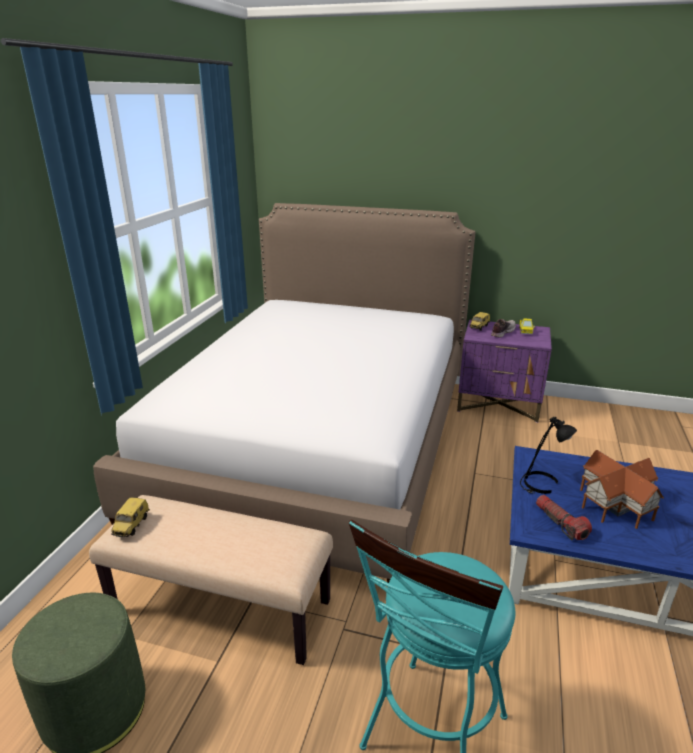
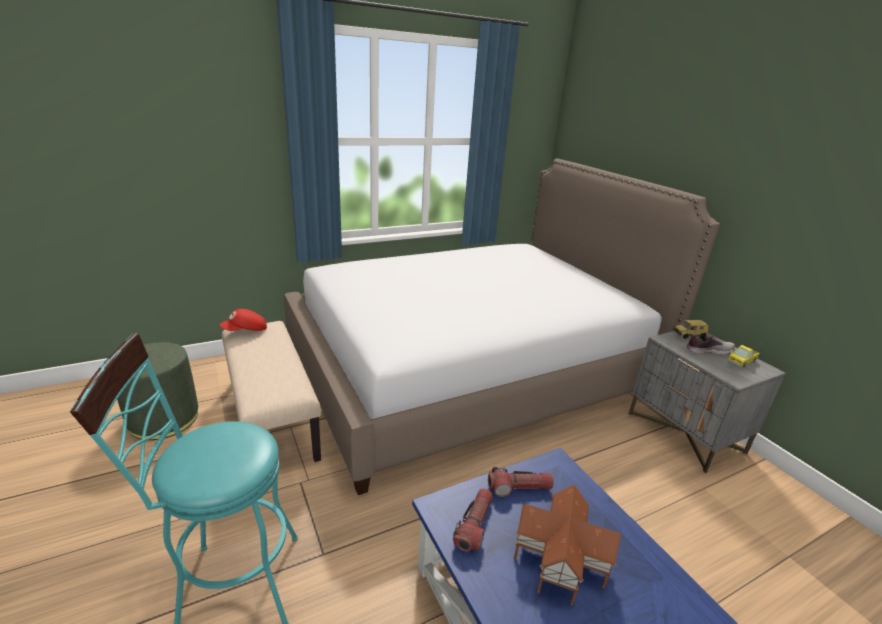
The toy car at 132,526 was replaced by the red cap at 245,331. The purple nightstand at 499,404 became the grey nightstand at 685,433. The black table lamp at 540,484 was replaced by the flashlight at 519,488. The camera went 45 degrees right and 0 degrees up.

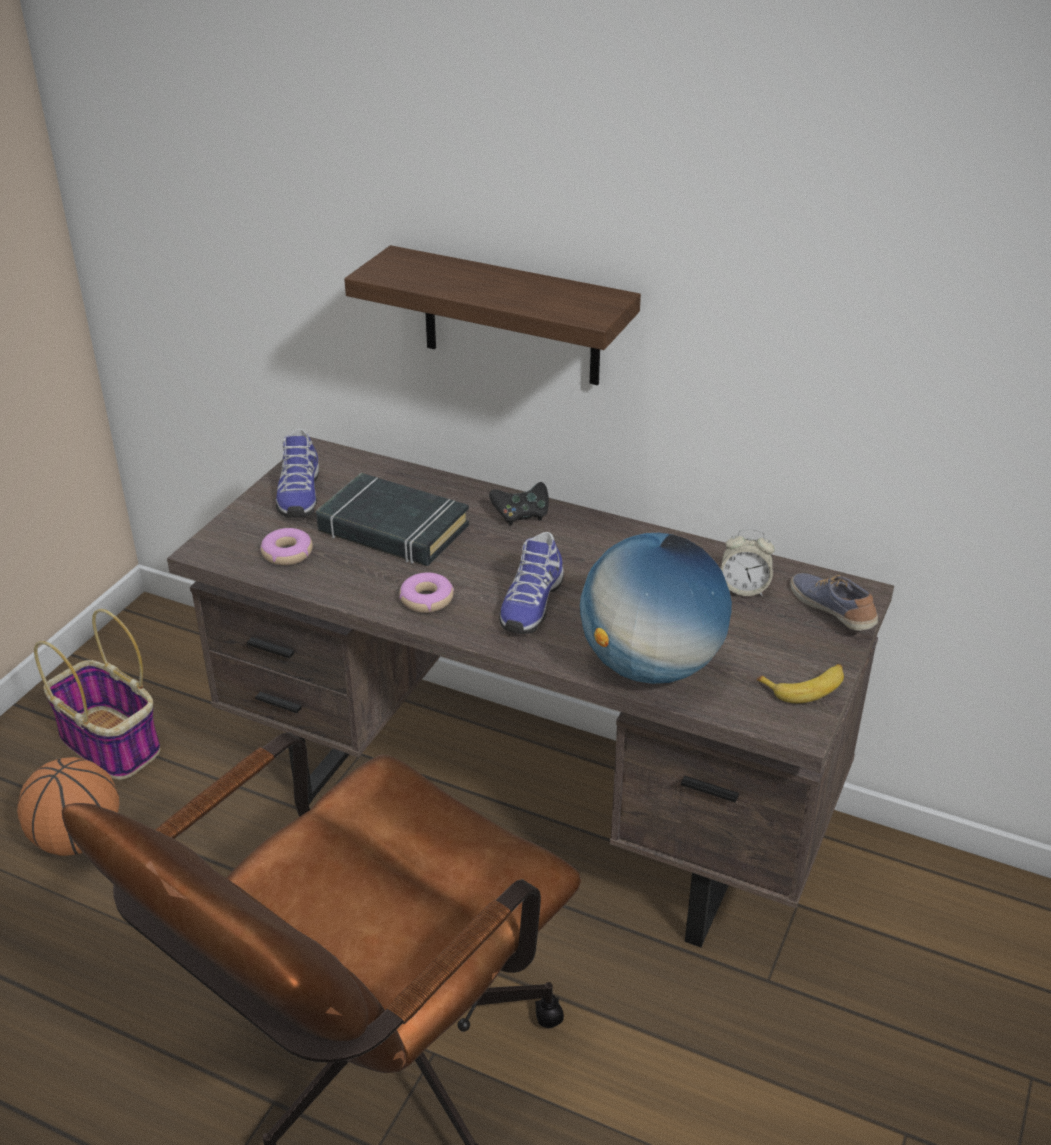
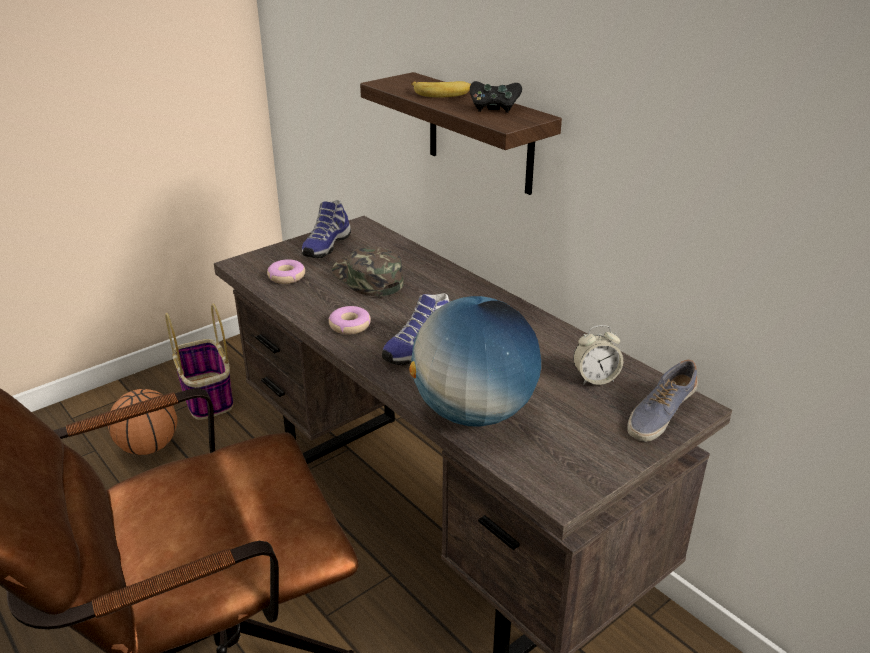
The black book at 392,529 was replaced by the green cap at 367,278. The black game controller moved from 521,515 to 494,108. The alarm clock at 744,588 turned 45 degrees counterclockwise. The banana moved from 805,687 to 442,94. The shoe at 832,611 turned 135 degrees counterclockwise. The camera went 25 degrees right and 5 degrees down.

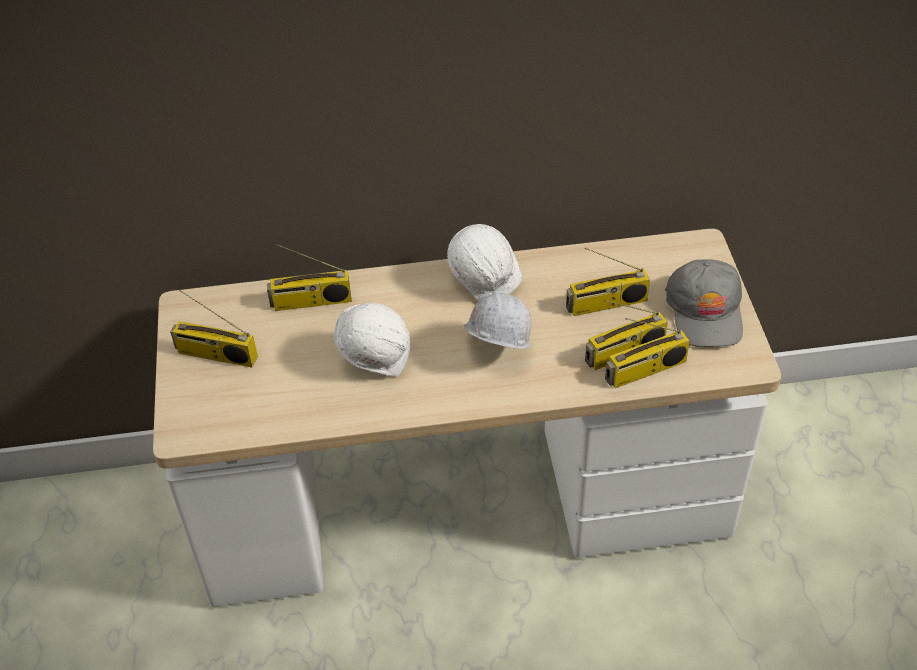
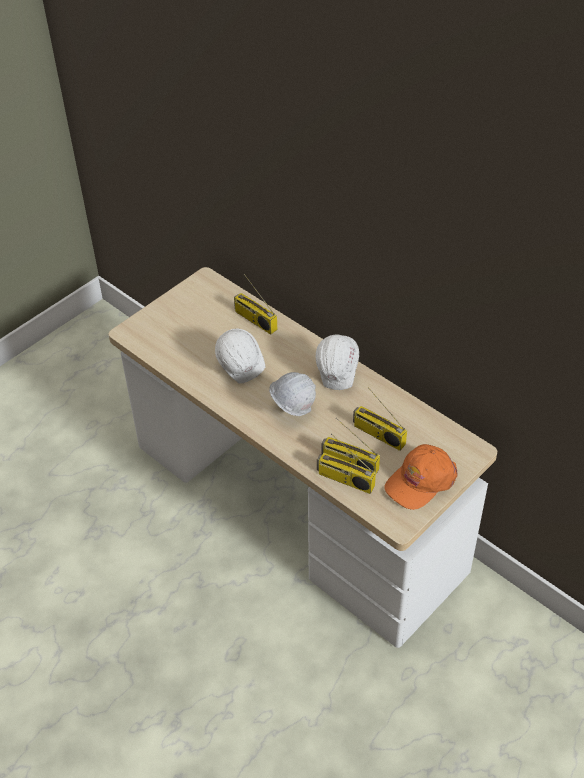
The radio at 215,355 disappeared. The grey cap at 705,311 became the orange cap at 420,481. The camera went 50 degrees right and 0 degrees up.

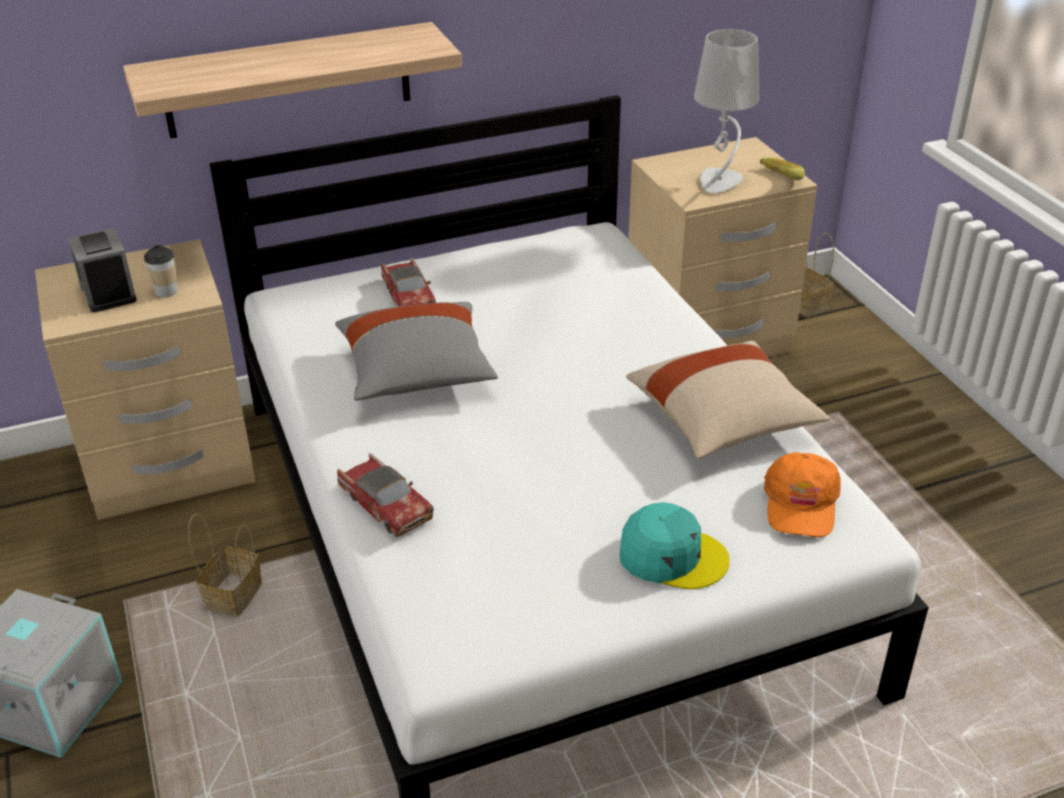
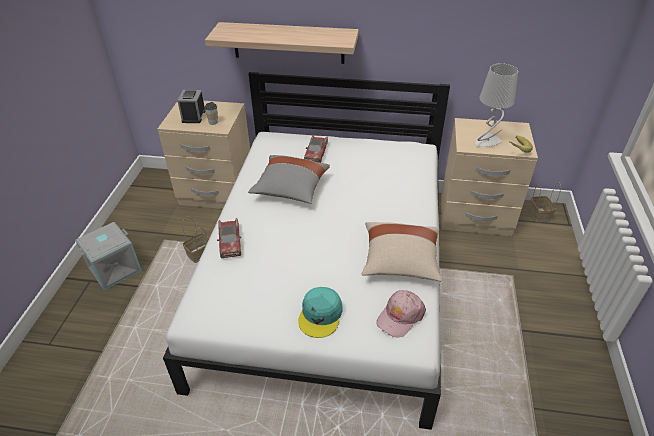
The turquoise cap at 672,556 turned 60 degrees clockwise. The orange cap at 801,504 became the pink cap at 400,316. The camera went 30 degrees right and 5 degrees up.

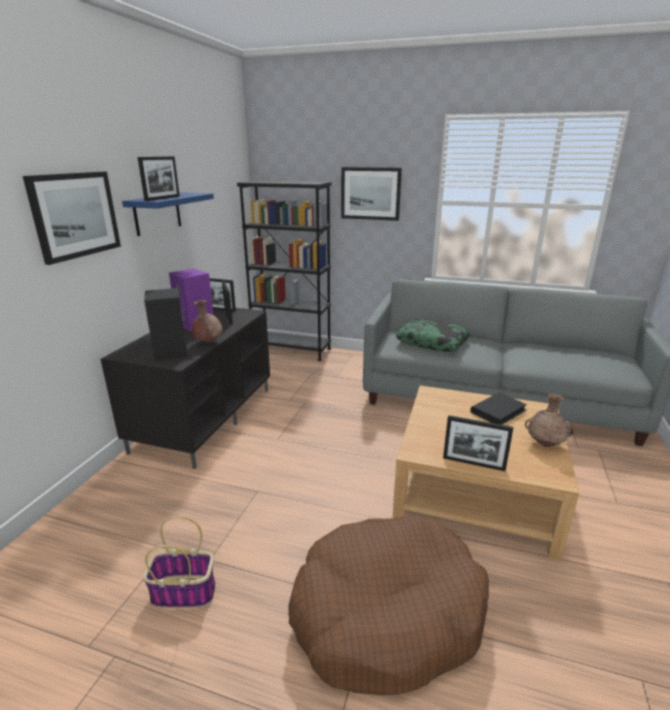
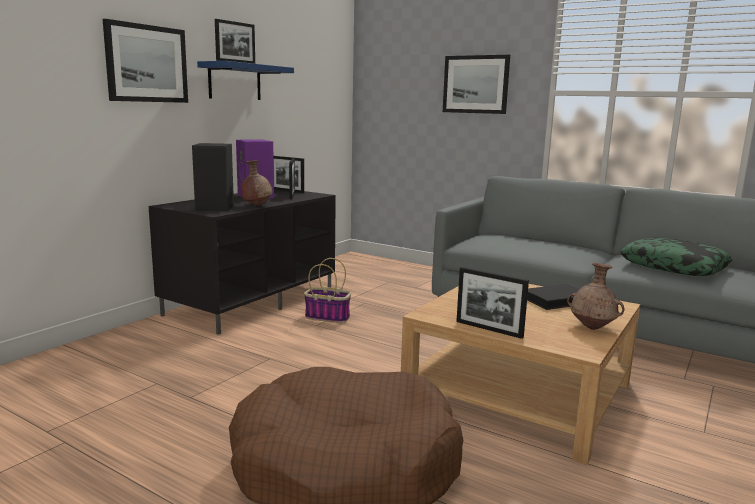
The basket moved from 185,592 to 328,317. The black bookcase at 291,350 disappeared. The pillow moved from 432,342 to 674,267. The camera went 15 degrees right and 10 degrees down.

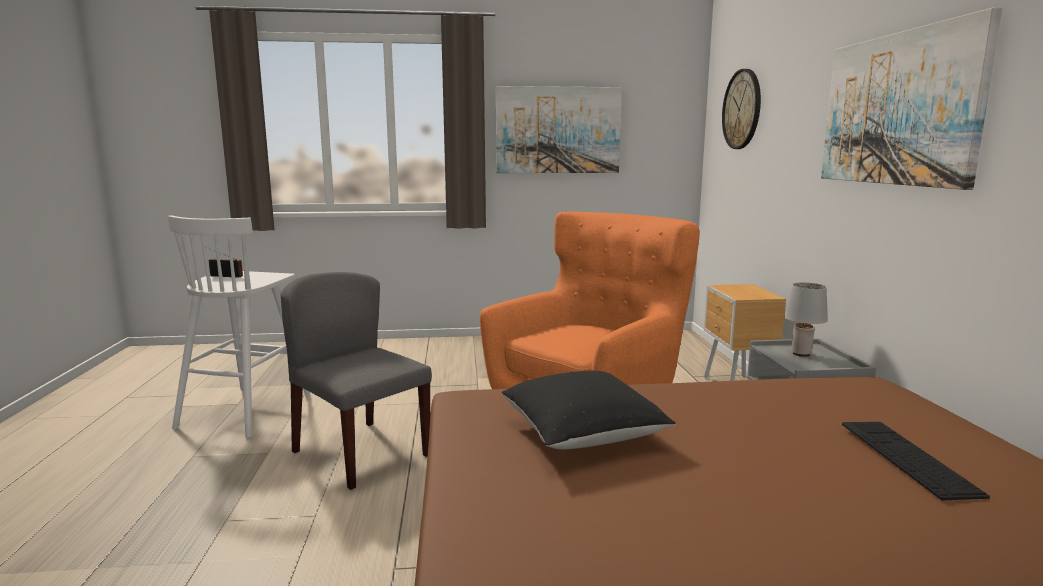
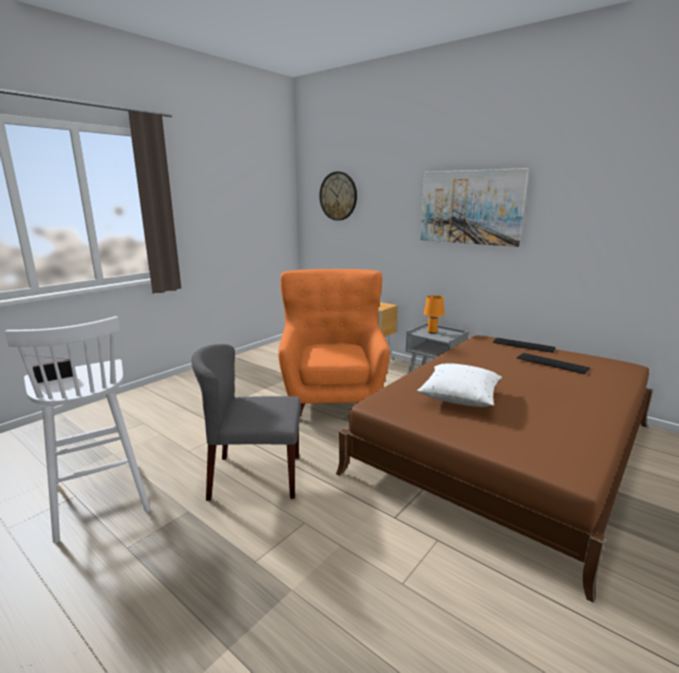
The picture at 558,130 disappeared. The black pillow at 582,434 became the white pillow at 459,398. The grey table lamp at 801,354 became the orange table lamp at 432,332. The keyboard at 523,345 appeared. The camera went 45 degrees left and 5 degrees up.

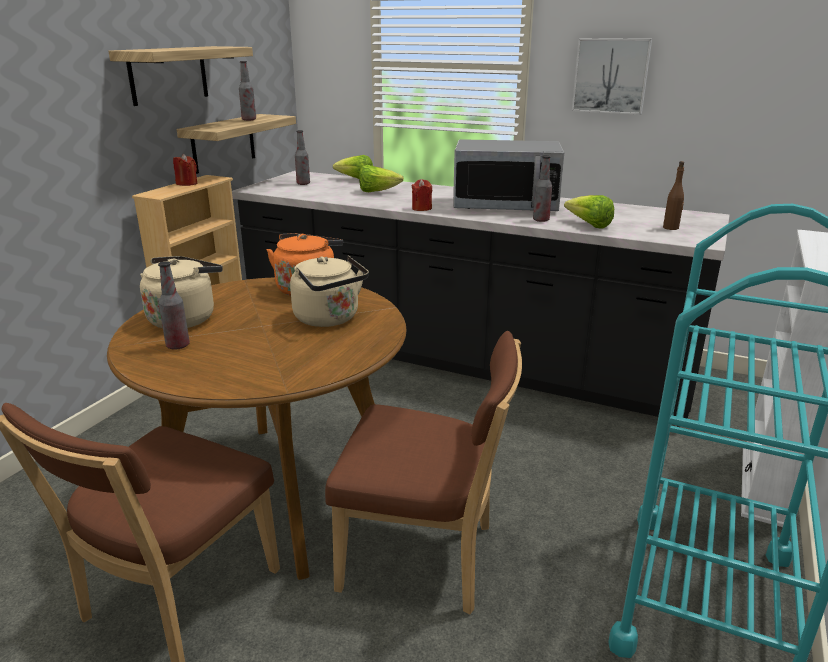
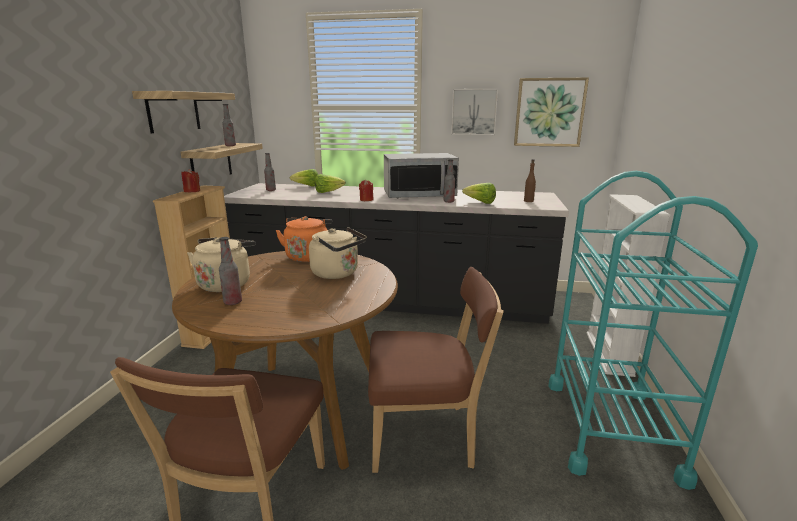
The picture at 549,112 appeared. The camera went 15 degrees left and 5 degrees down.

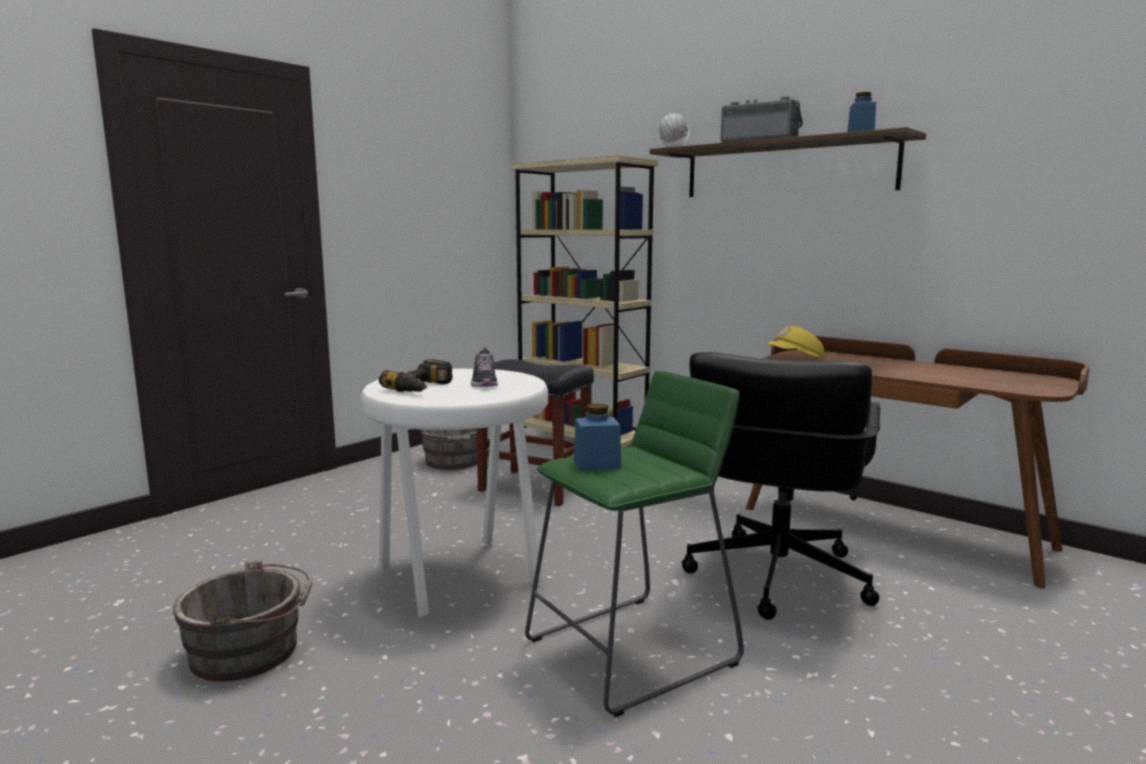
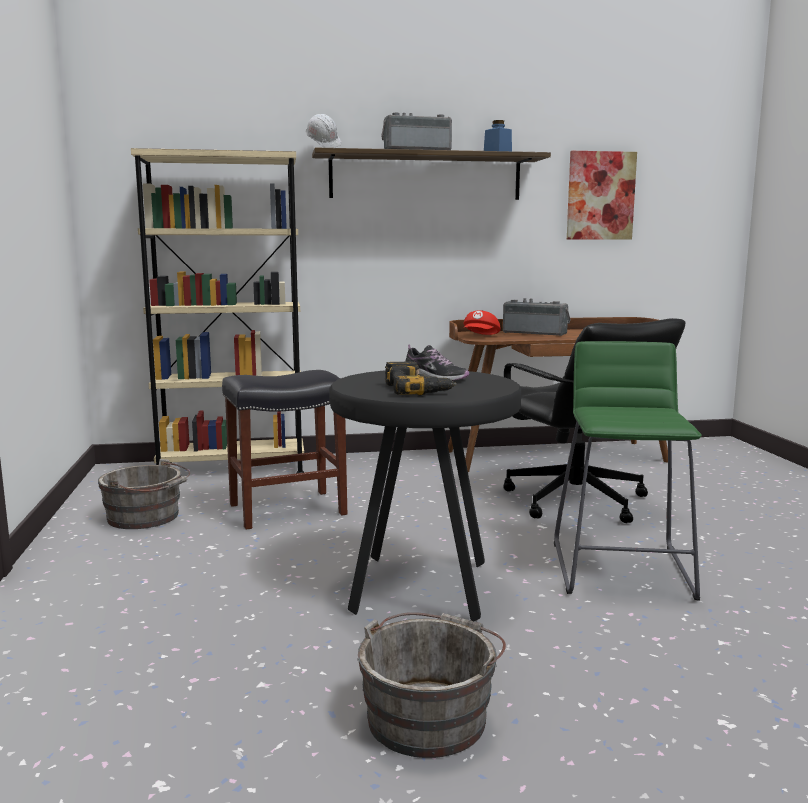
The white stool at 463,578 became the black stool at 423,586. The blue jar at 597,464 disappeared. The yellow cap at 795,357 became the red cap at 481,337. The radio at 535,333 appeared. The picture at 600,196 appeared. The camera went 50 degrees left and 0 degrees up.

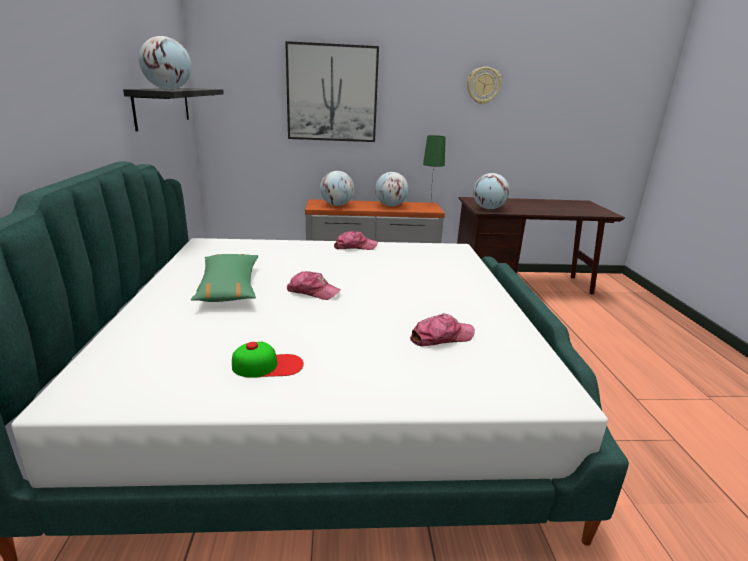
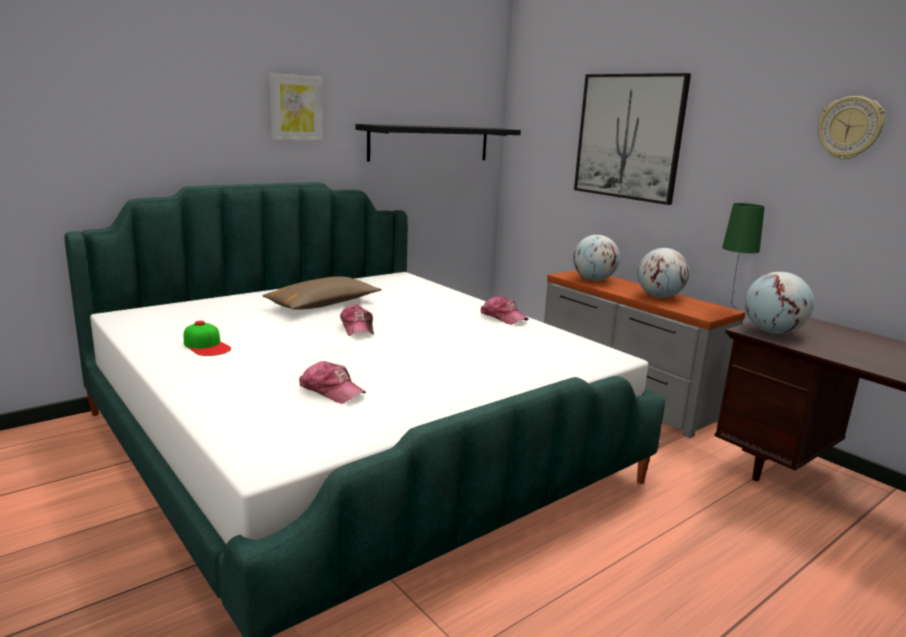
The globe at 168,89 disappeared. The green pillow at 228,287 became the brown pillow at 323,305. The picture at 295,108 appeared. The camera went 55 degrees right and 5 degrees down.

